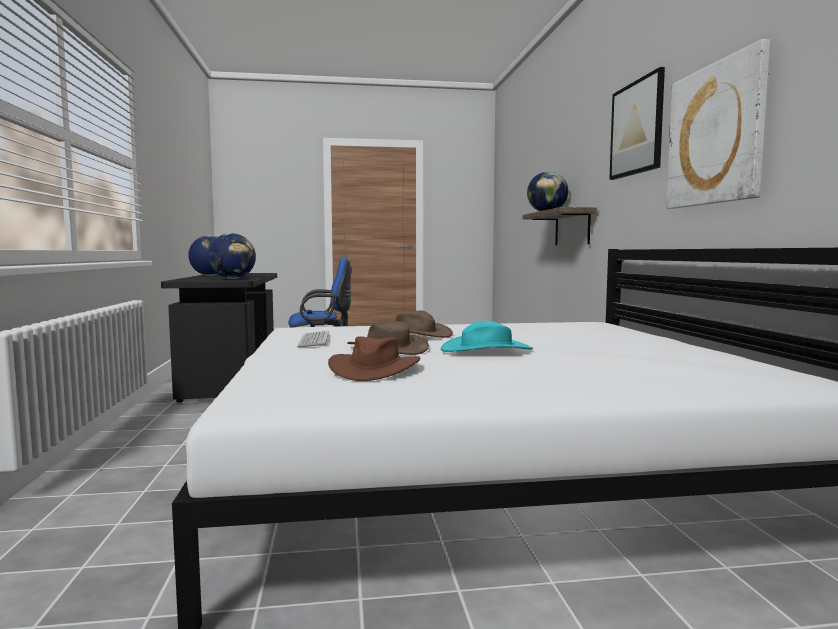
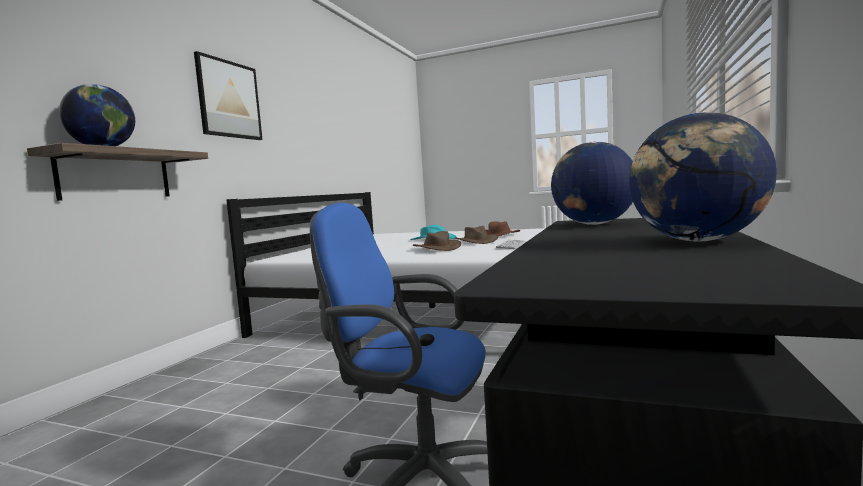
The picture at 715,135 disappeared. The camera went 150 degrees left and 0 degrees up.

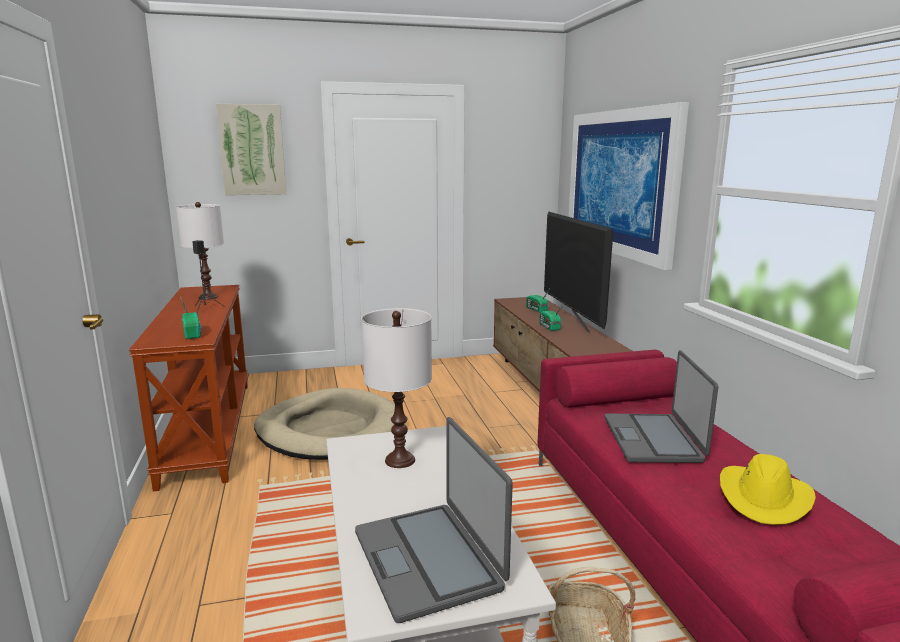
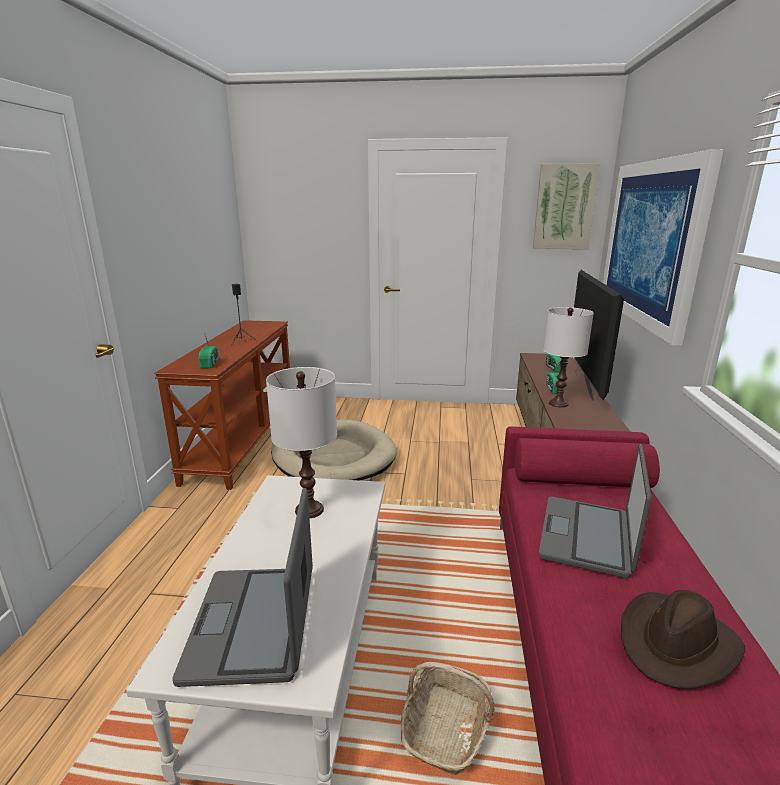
The white table lamp moved from 208,297 to 558,403. The picture moved from 252,150 to 564,207. The yellow hat at 764,498 became the brown hat at 677,644. The camera went 20 degrees right and 5 degrees up.

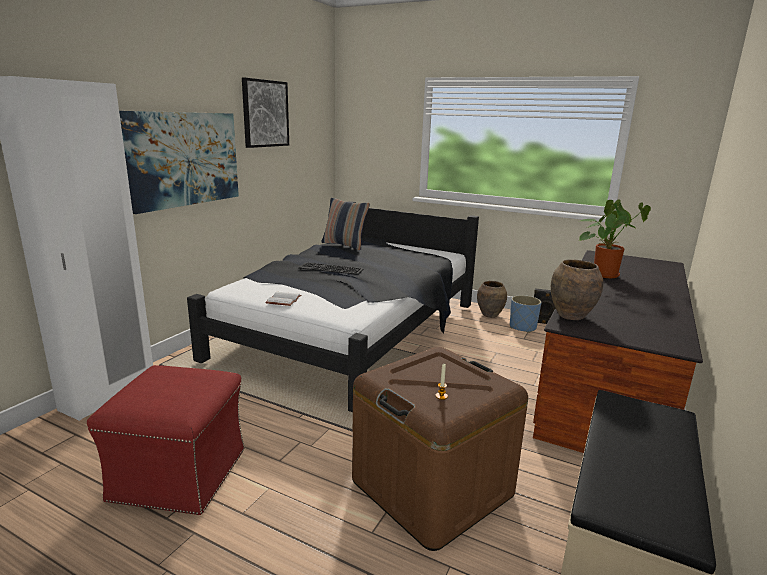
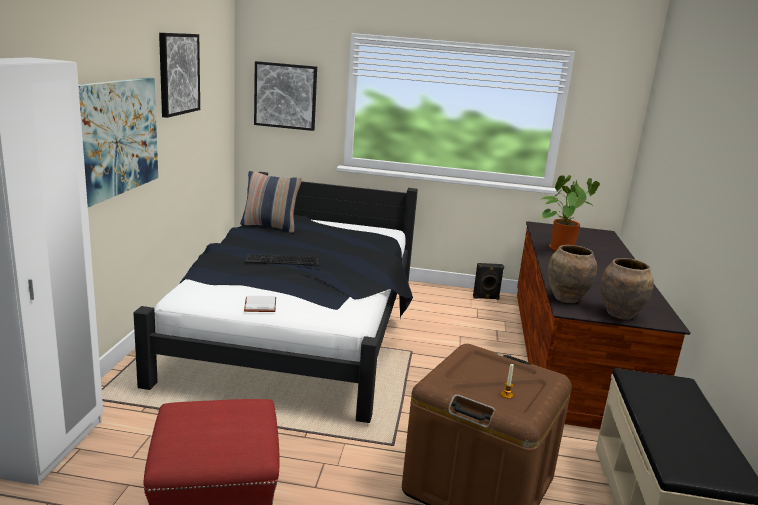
The brown vase moved from 490,315 to 620,315. The blue planter at 523,327 disappeared. The picture at 285,96 appeared. The camera went 20 degrees left and 0 degrees up.

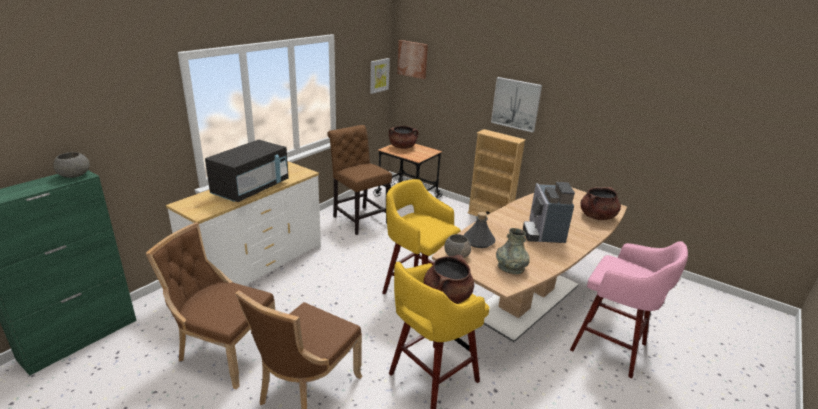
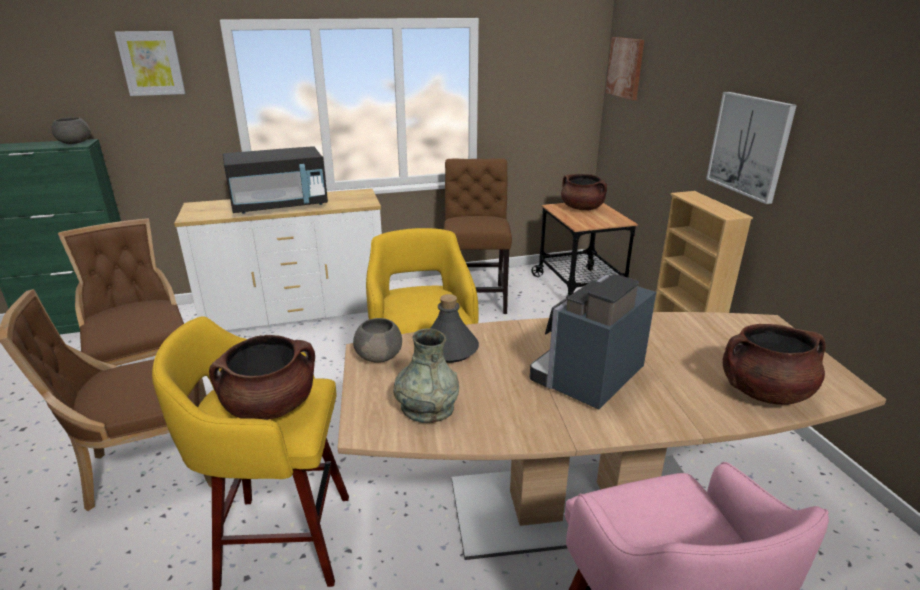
The picture moved from 379,75 to 151,63. The camera went 40 degrees right and 0 degrees up.

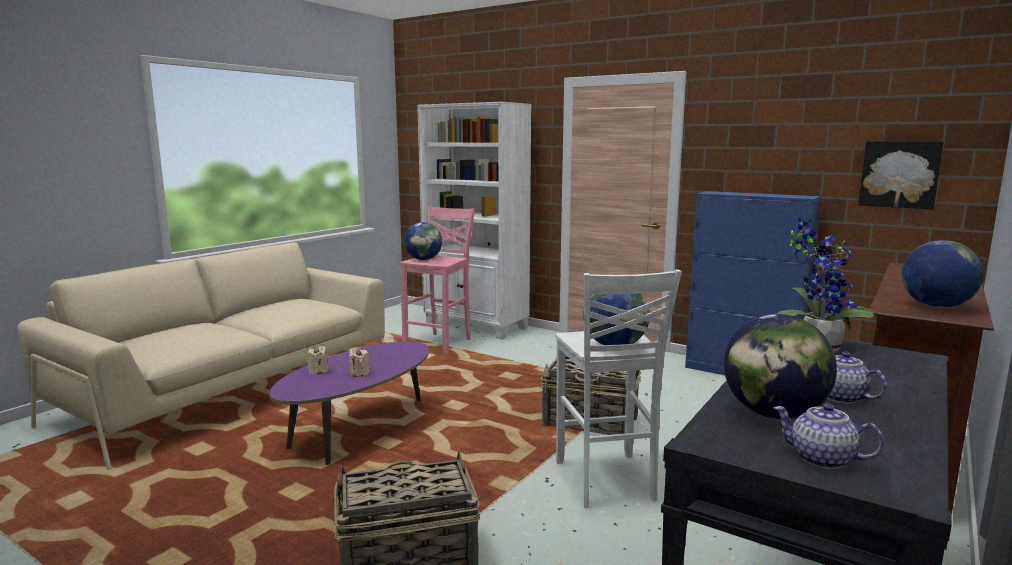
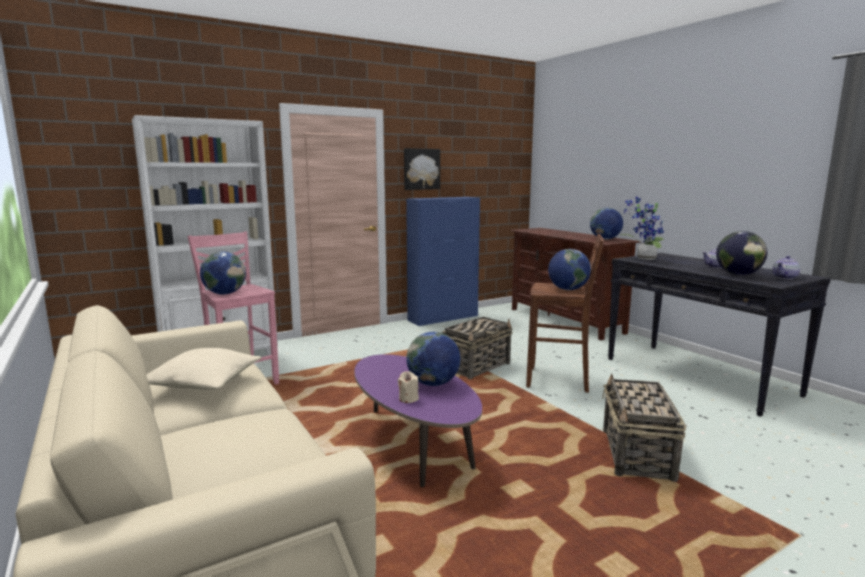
The beige candle at 359,373 was replaced by the globe at 433,383. The white stool at 606,481 became the brown stool at 559,380. The picture moved from 899,174 to 421,169. The beige pillow at 203,383 appeared. The camera went 65 degrees left and 0 degrees up.

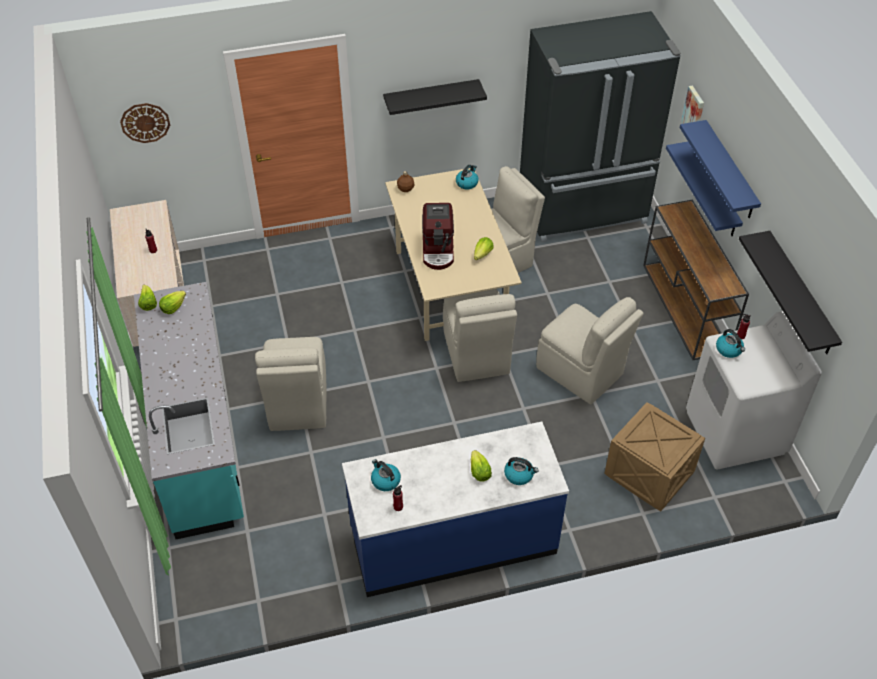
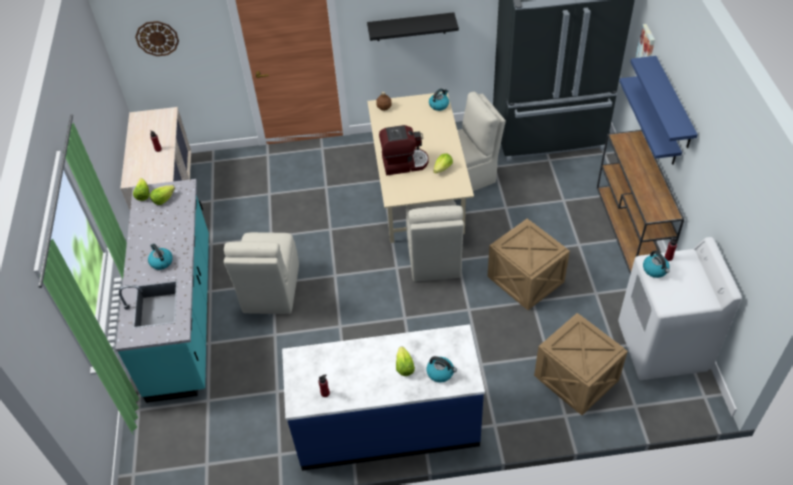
The kettle moved from 385,480 to 161,262. The coffee machine at 438,250 turned 105 degrees counterclockwise. The beige chair at 581,372 was replaced by the crate at 526,280. The black shelf at 800,294 disappeared. The camera went 10 degrees right and 0 degrees up.

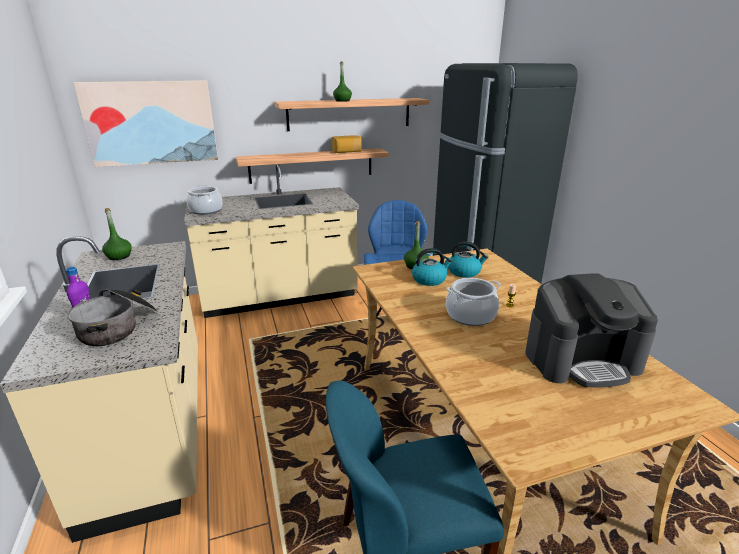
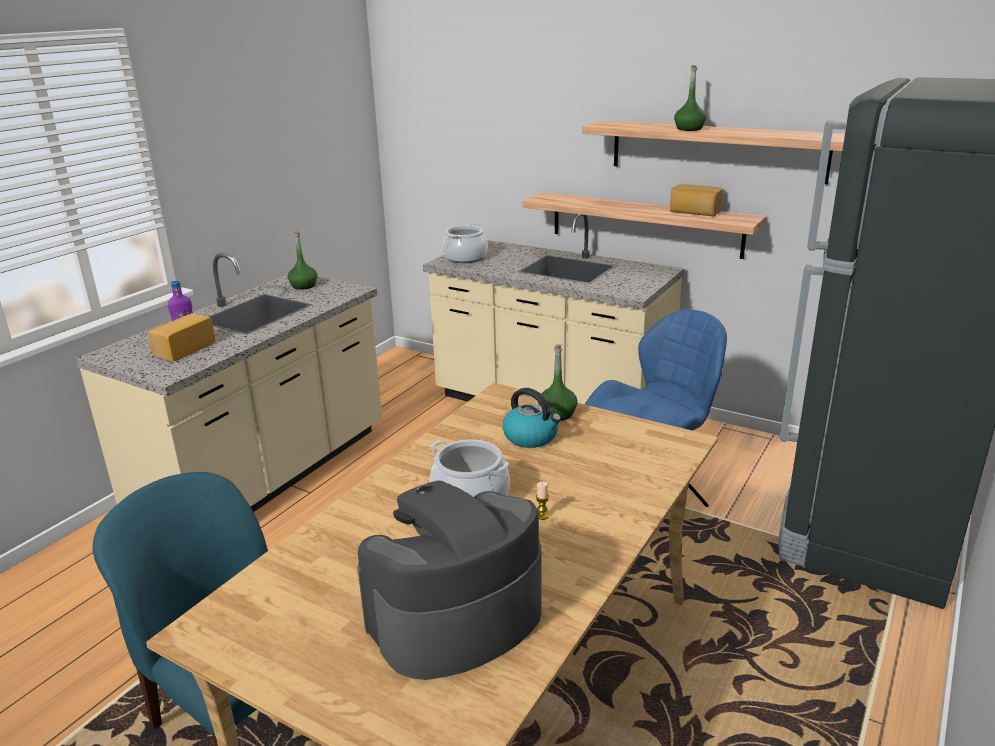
The cooking pot at 119,327 was replaced by the bread at 183,349. The picture at 151,123 disappeared. The kettle at 464,272 disappeared. The coffee machine at 581,359 turned 105 degrees clockwise. The camera went 50 degrees right and 0 degrees up.

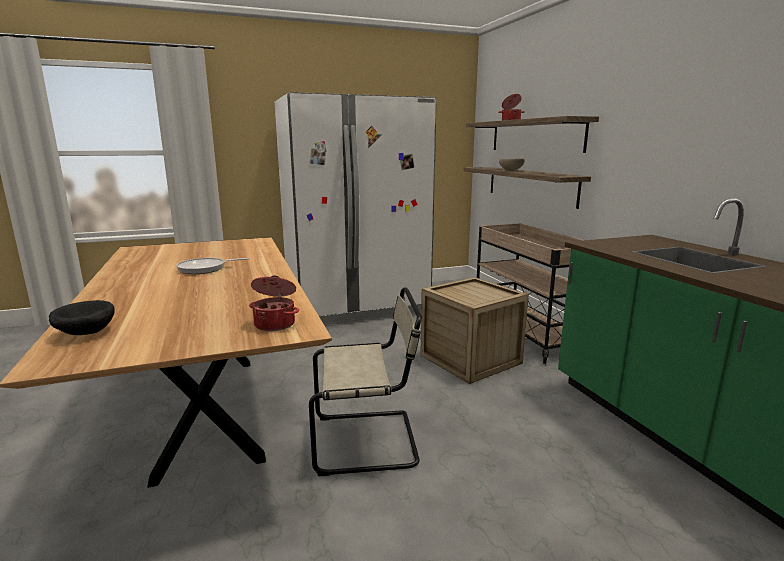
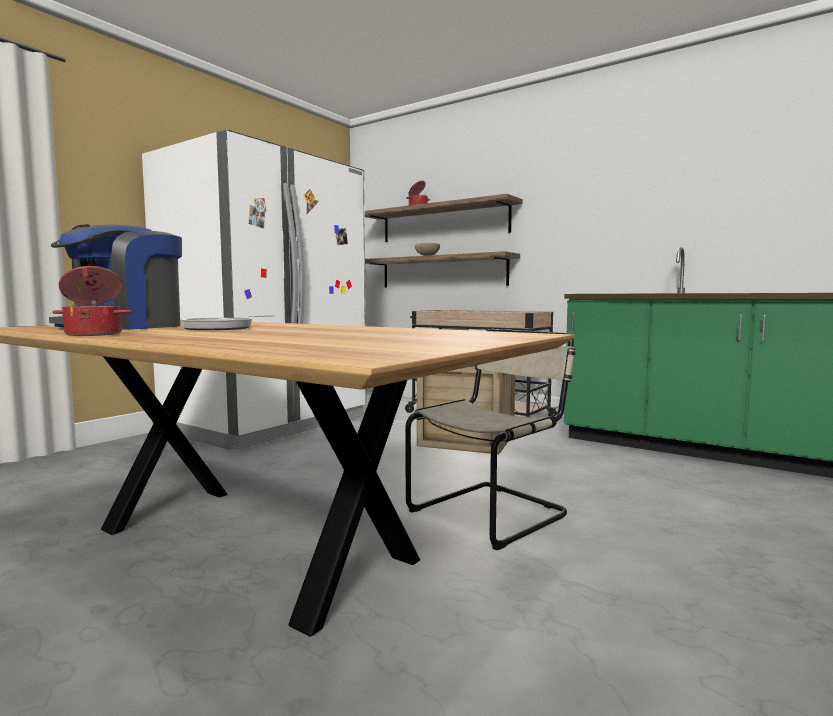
The black bowl at 85,333 disappeared. The cooking pot moved from 275,324 to 94,334. The coffee machine at 124,327 appeared. The camera went 35 degrees left and 10 degrees down.

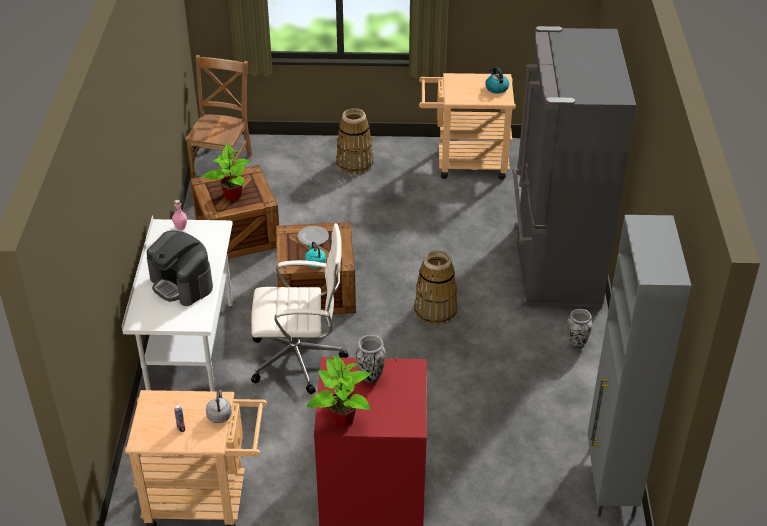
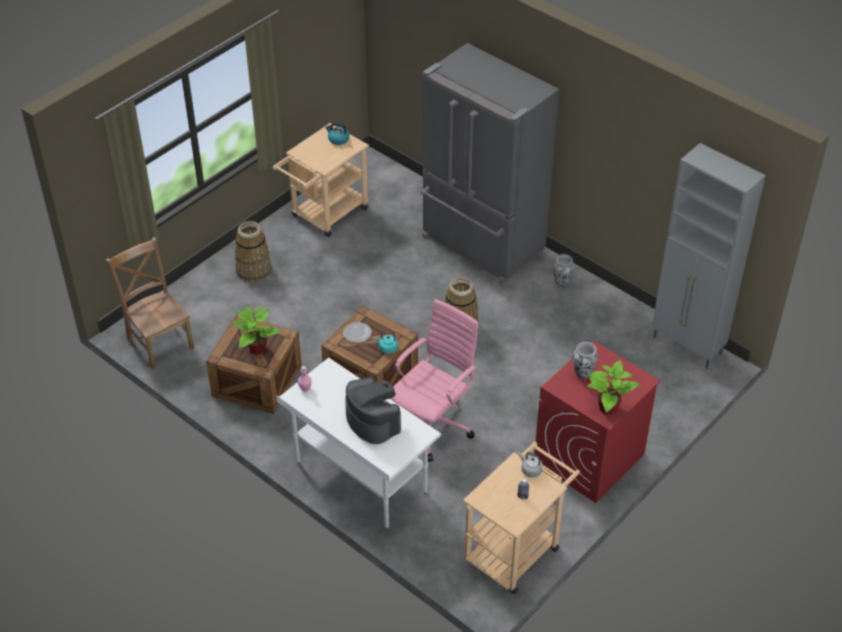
The coffee machine at 182,284 turned 120 degrees counterclockwise. The white office chair at 300,359 became the pink office chair at 432,424. The camera went 50 degrees left and 5 degrees up.

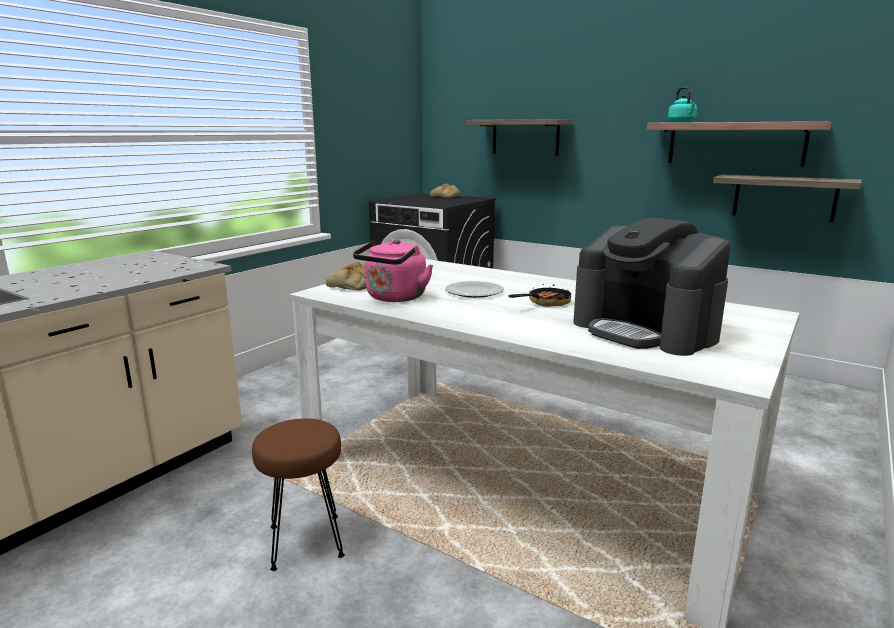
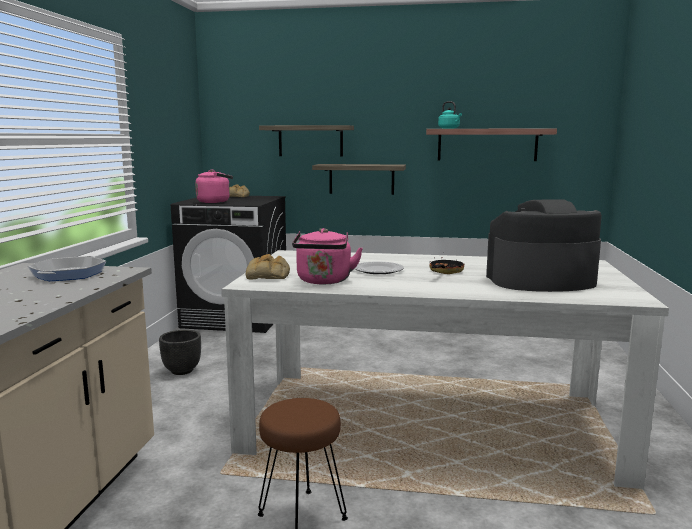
The coffee machine at 645,330 turned 150 degrees clockwise. The shelf moved from 784,197 to 361,179. The frying pan at 68,274 appeared. The black planter at 182,371 appeared. The pink kettle at 215,202 appeared. The camera went 25 degrees left and 5 degrees down.

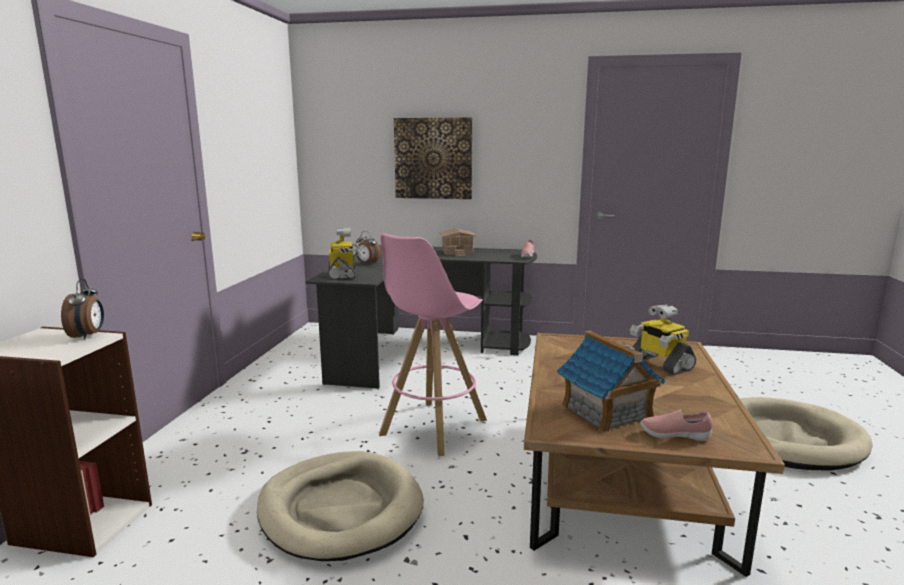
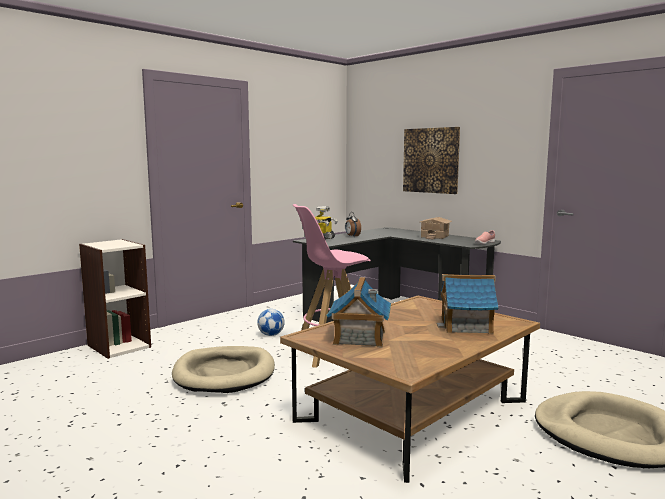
The alarm clock at 88,336 disappeared. The toy robot at 660,363 was replaced by the toy house at 466,326. The pink shoe at 674,435 disappeared. The football at 271,335 appeared. The camera went 35 degrees right and 5 degrees down.

